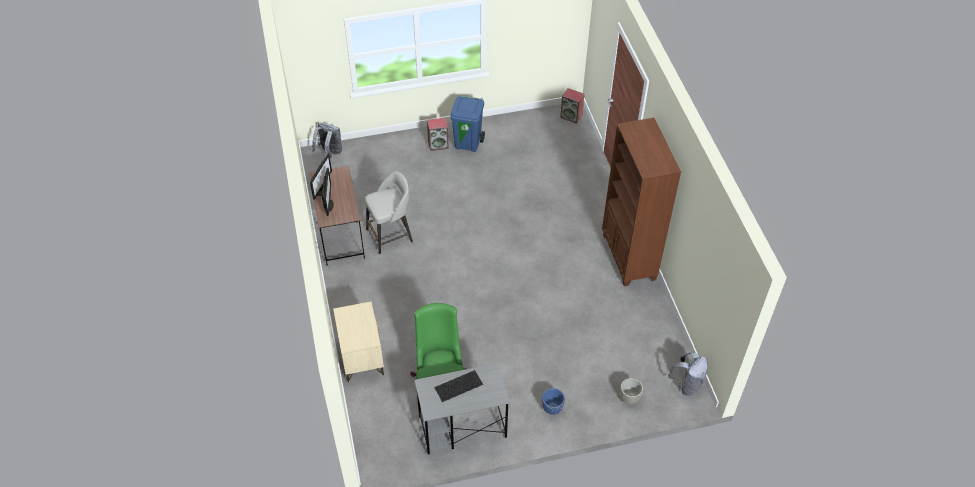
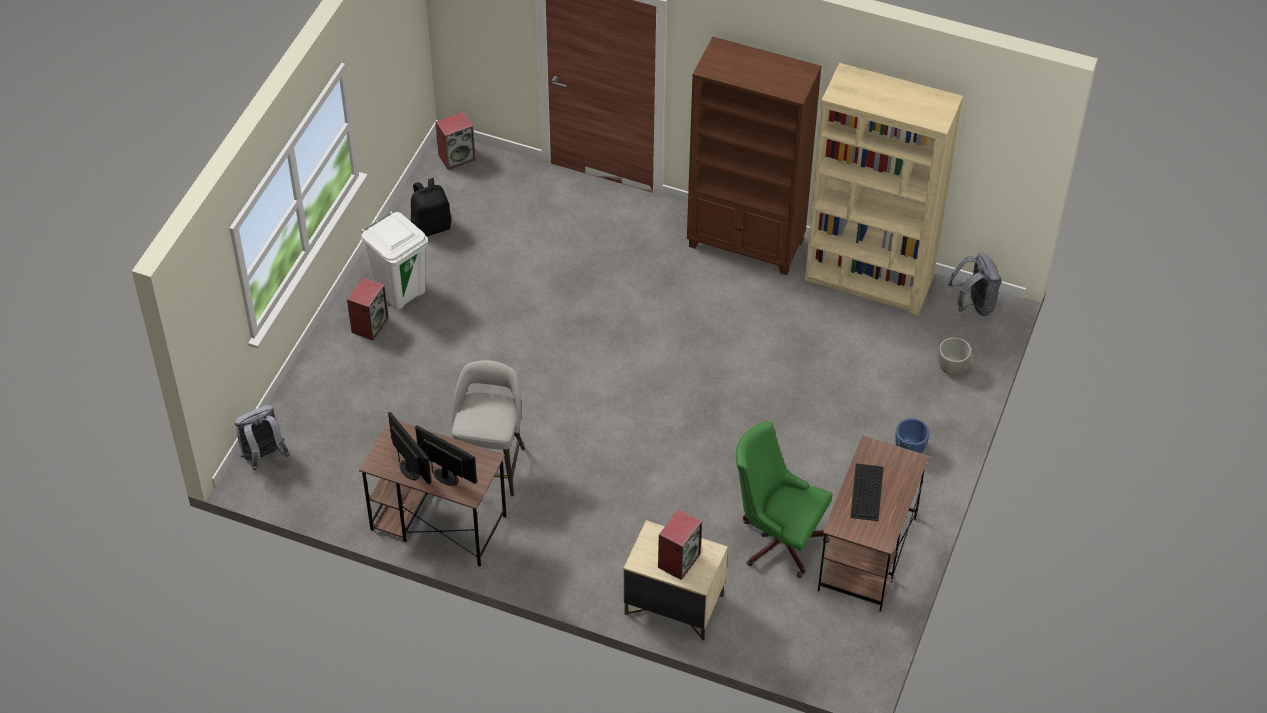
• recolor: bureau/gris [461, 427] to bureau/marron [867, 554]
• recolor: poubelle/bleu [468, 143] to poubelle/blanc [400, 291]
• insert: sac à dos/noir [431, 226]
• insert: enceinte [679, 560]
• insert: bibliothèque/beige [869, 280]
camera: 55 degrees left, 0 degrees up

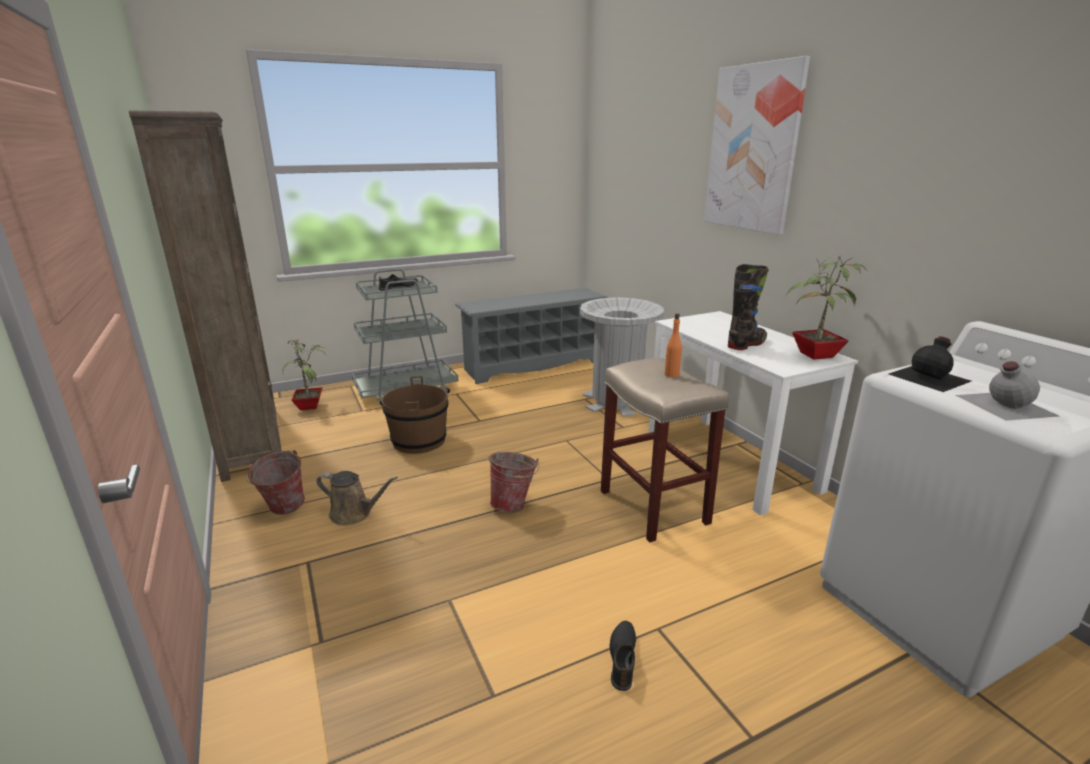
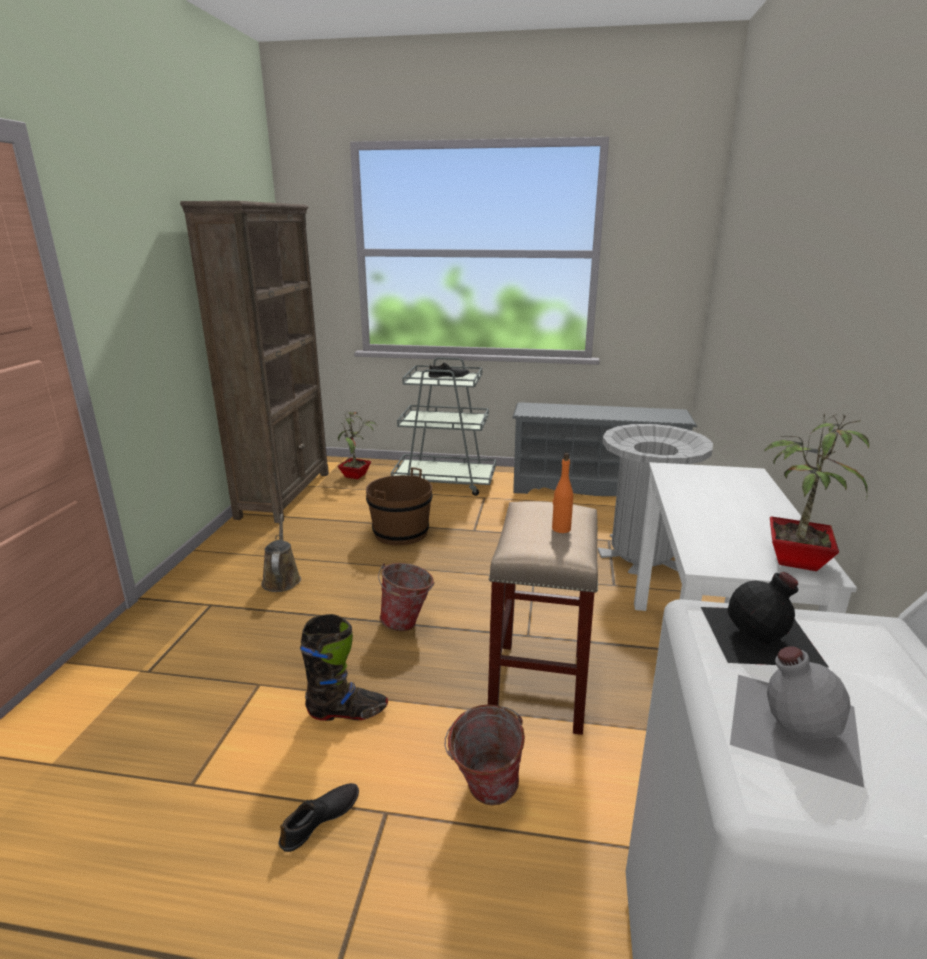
• move: seau [282, 510] to [484, 793]
• rotate: arrosoir/marron [354, 514] = [281, 579] 150 degrees counterclockwise
• delete: tableau [753, 149]
• move: botte/noir [746, 344] to [347, 712]
camera: 35 degrees right, 0 degrees up

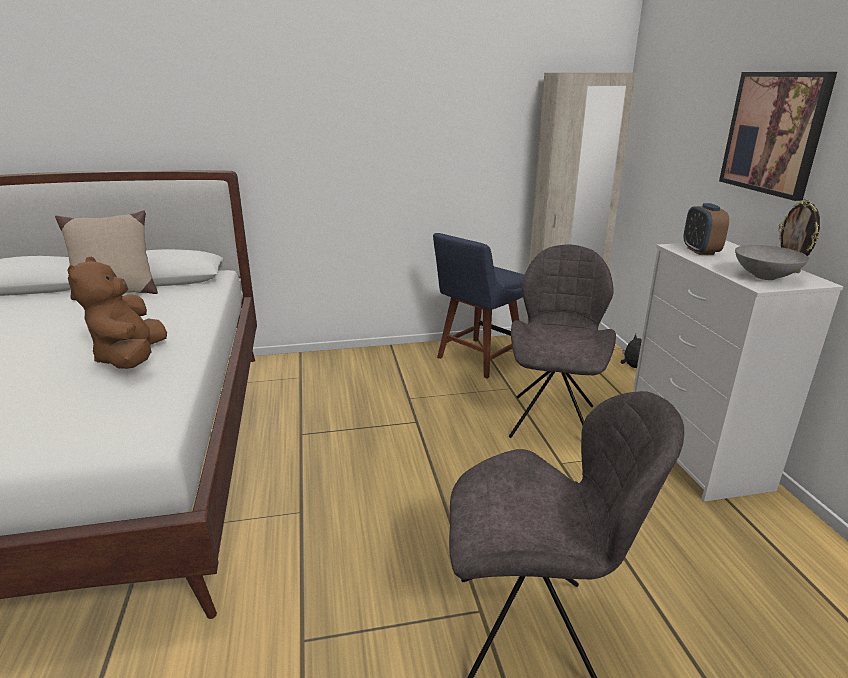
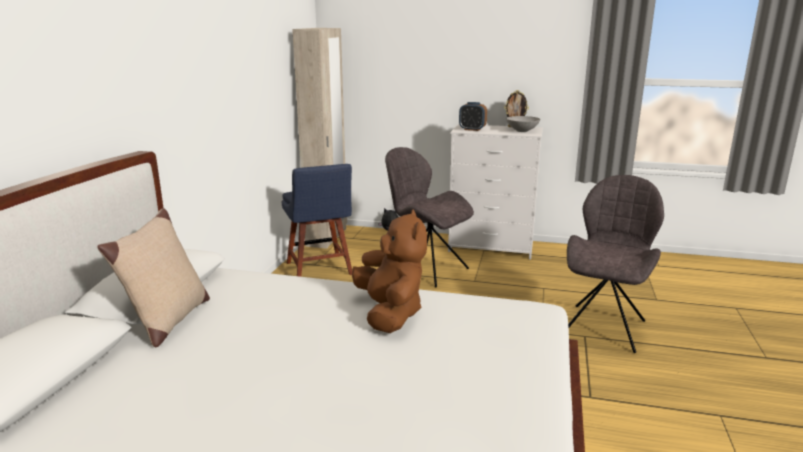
• rotate: peluche/marron [131, 359] = [390, 313] 120 degrees counterclockwise
• delete: tableau [774, 133]
camera: 65 degrees left, 5 degrees down

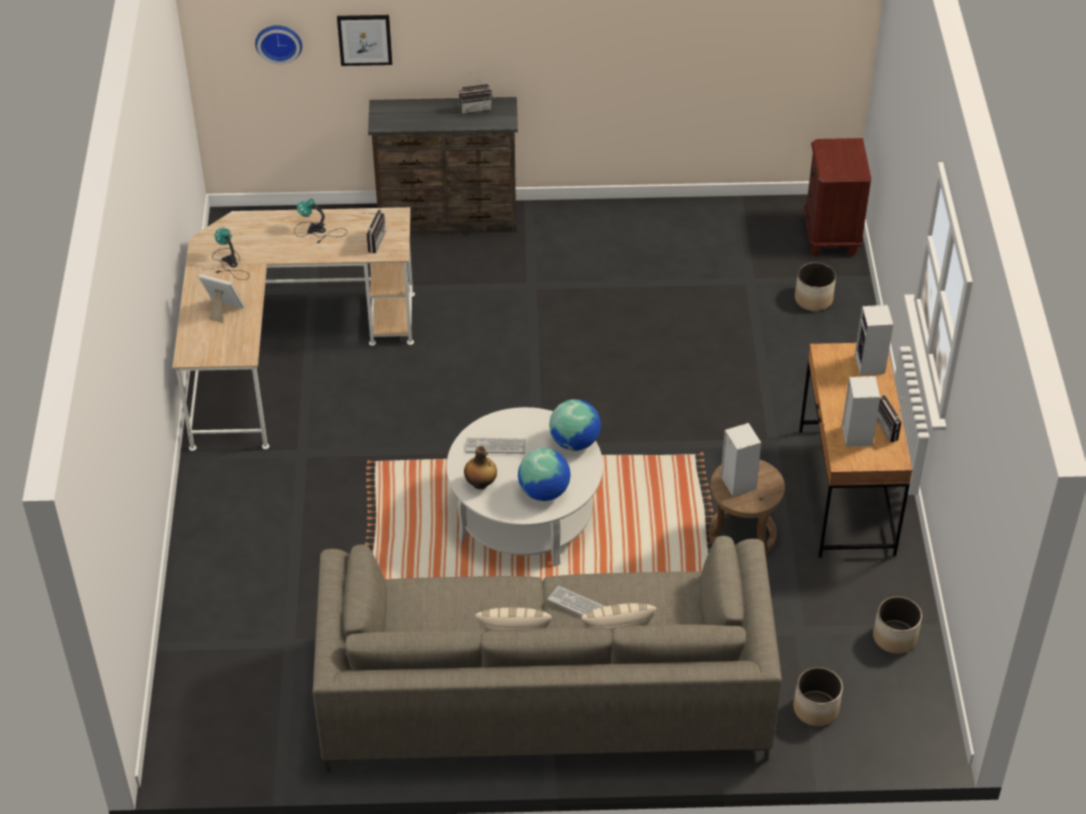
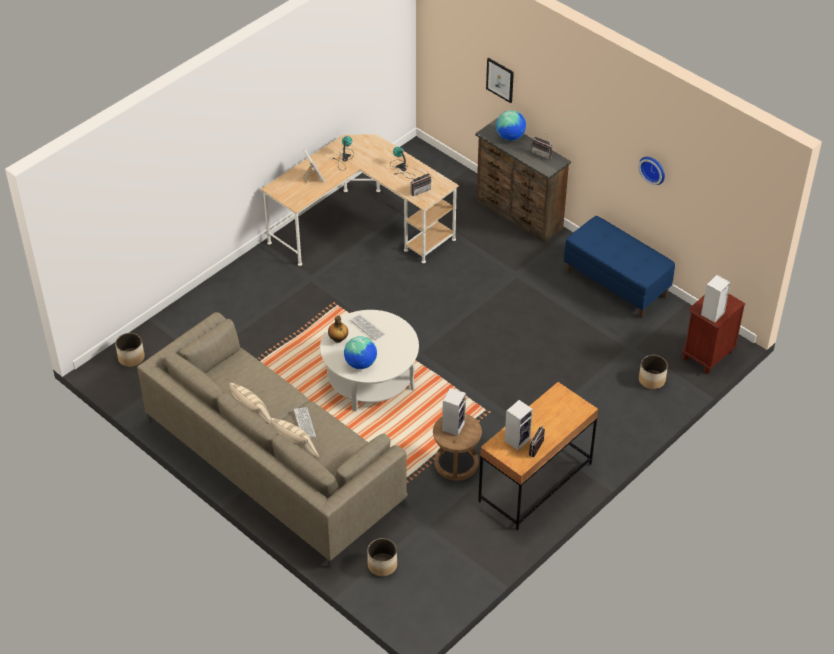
• move: horloge murale [279, 42] to [653, 169]
• move: globe [575, 442] to [510, 137]
• move: enceinte [870, 365] to [712, 314]
• move: cache-pot [894, 637] to [131, 358]
• insert: banc/bleu [616, 283]
camera: 45 degrees right, 0 degrees up

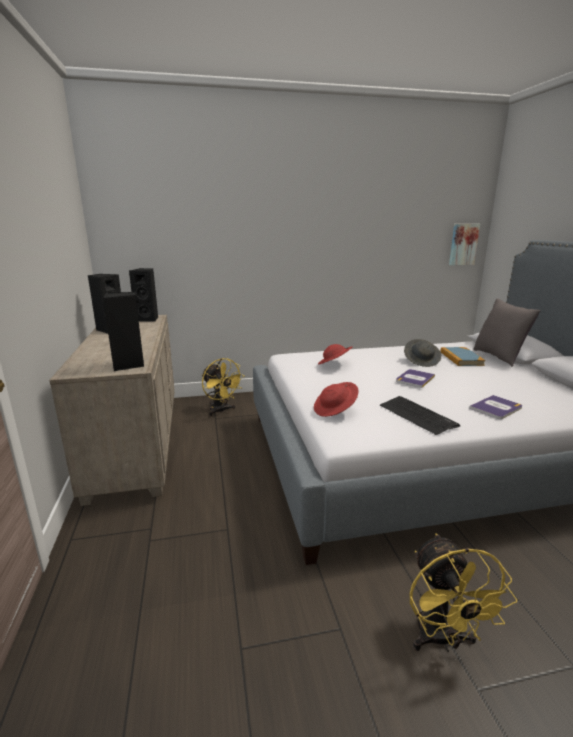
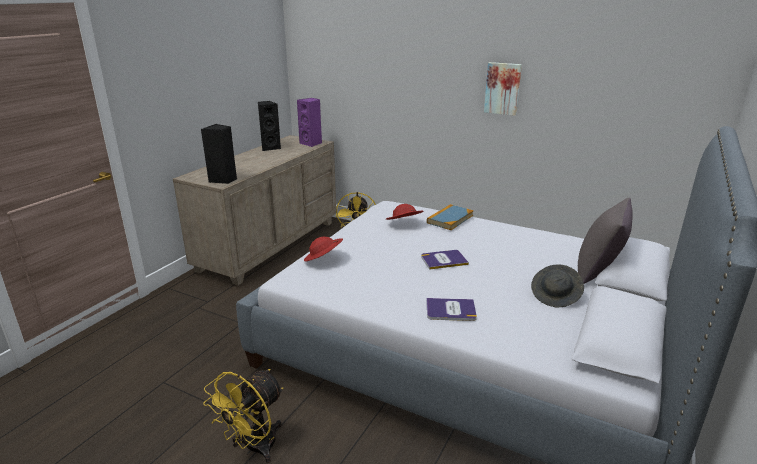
• recolor: enceinte/noir [148, 319] to enceinte/violet [311, 143]
• delete: clavier [417, 415]
• move: chapeau/gris [421, 361] to [556, 296]
• move: livre [461, 358] to [450, 219]
• move: tableau [463, 244] to [503, 88]
camera: 40 degrees right, 5 degrees up

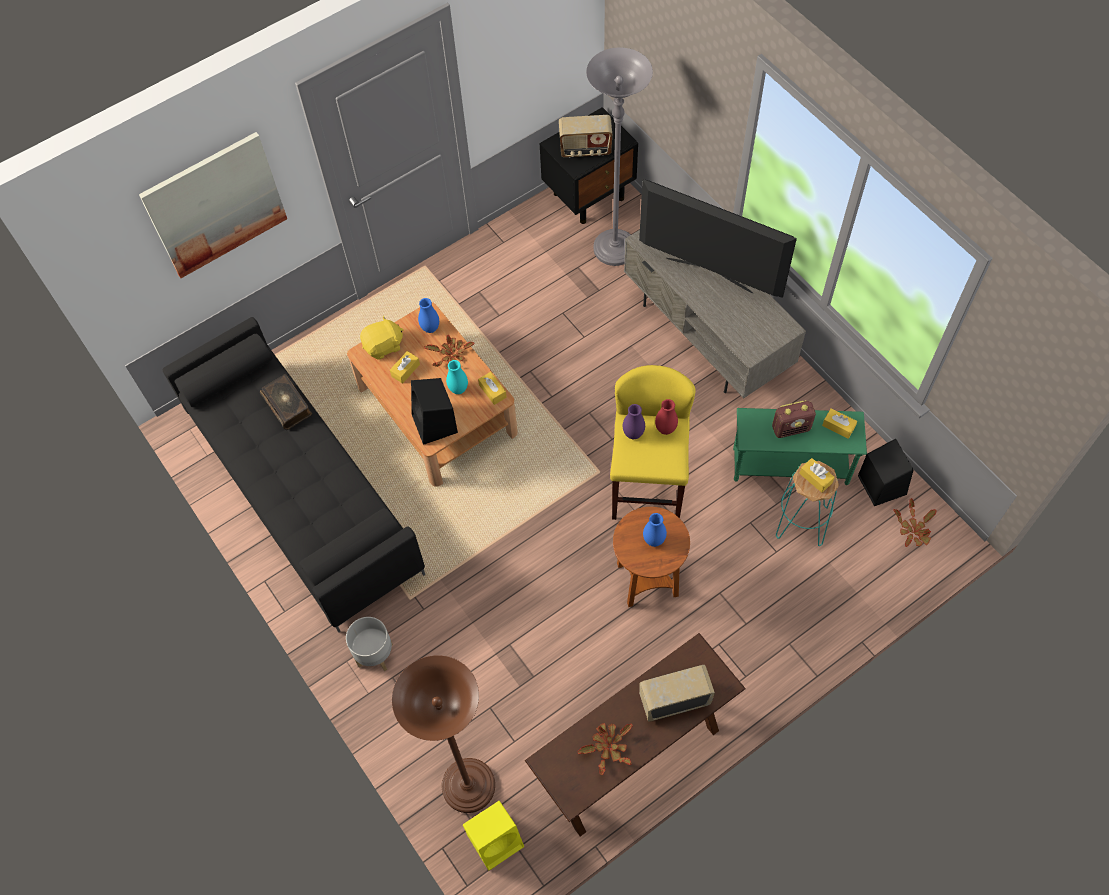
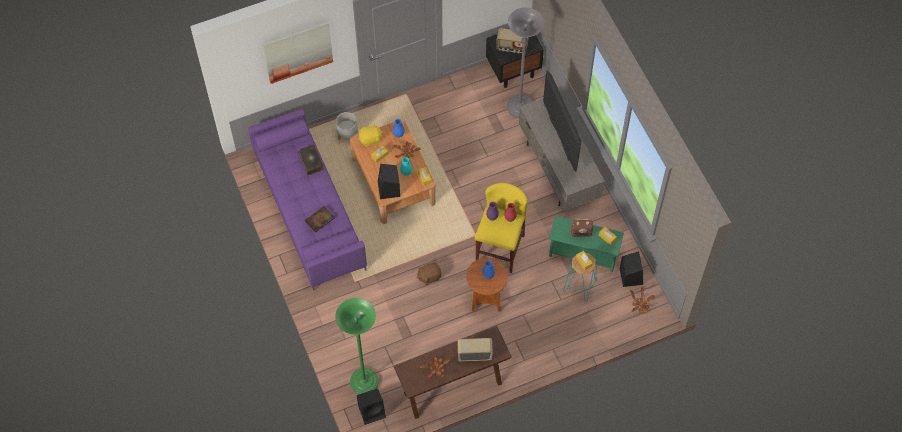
• recolor: canapé/noir [302, 492] to canapé/violet [308, 211]
• move: cache-pot/gris [374, 655] to [347, 136]
• recolor: lampadaire/marron [468, 786] to lampadaire/vert [364, 382]
• recolor: enceinte/jaune [496, 839] to enceinte/noir [372, 411]
• rotate: téléviseur [708, 276] = [560, 138] 150 degrees counterclockwise
• insert: livre [320, 219]
• insert: peluche/marron [429, 276]
camera: 10 degrees right, 0 degrees up

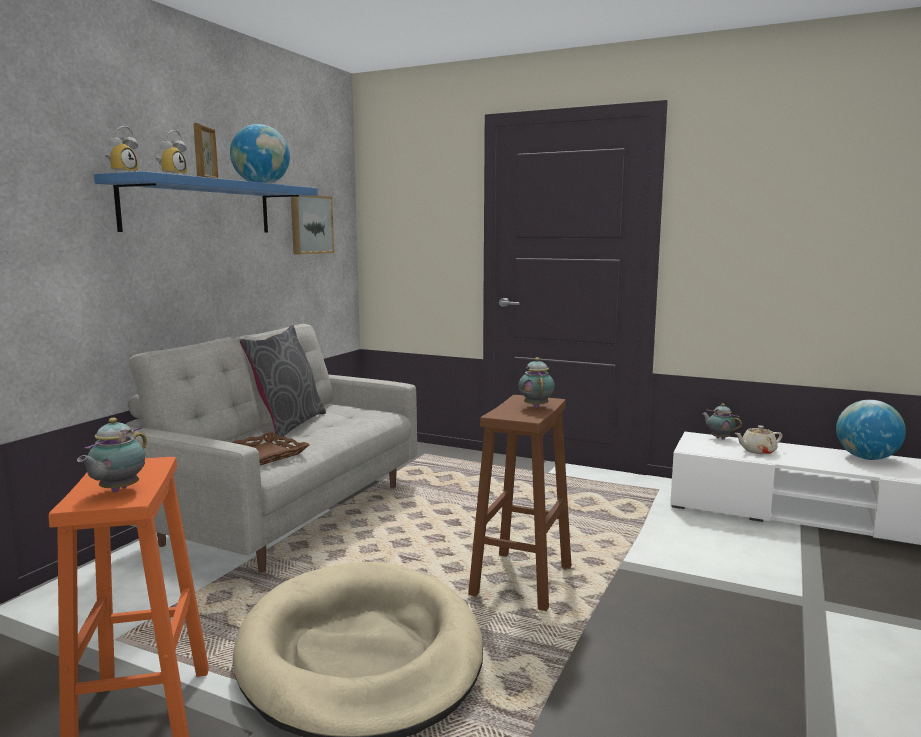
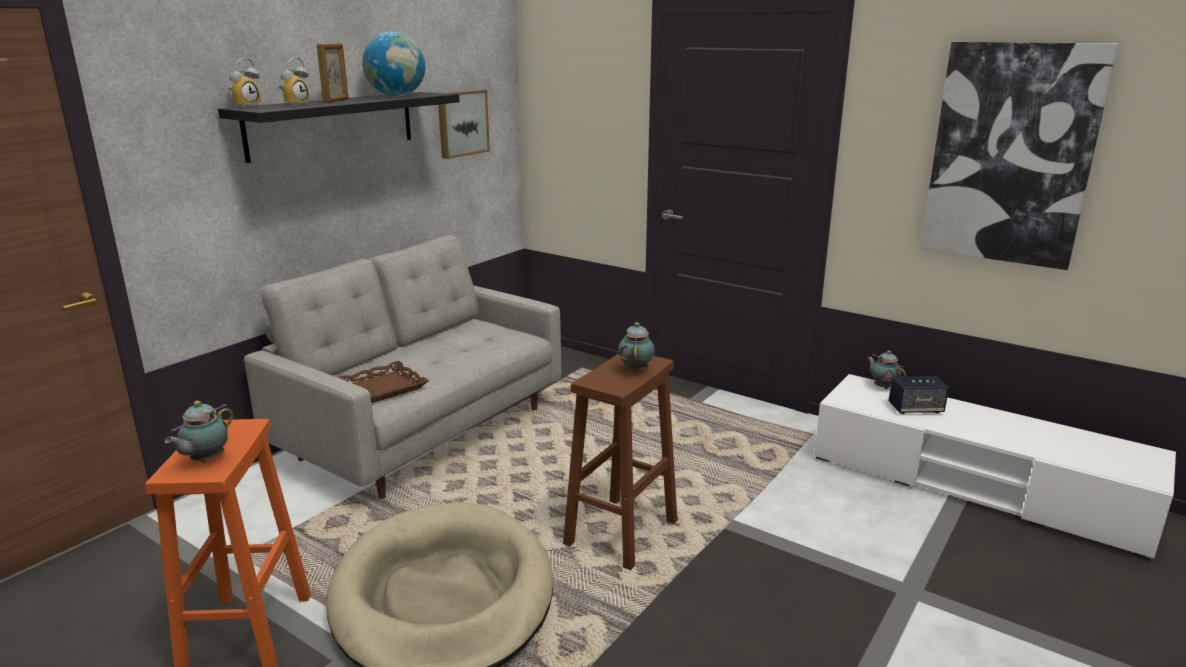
• recolor: étagère/bleu [199, 207] to étagère/noir [332, 124]
• delete: coussin/gris [288, 424]
• replace: théière/beige [757, 451] to enceinte [915, 409]
• delete: globe [866, 458]
• insert: tableau [1011, 154]
camera: 10 degrees right, 10 degrees up

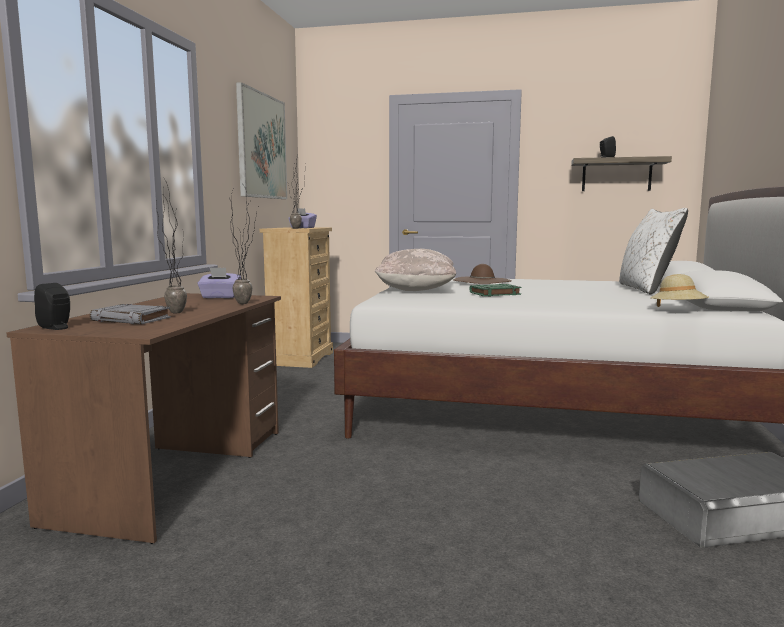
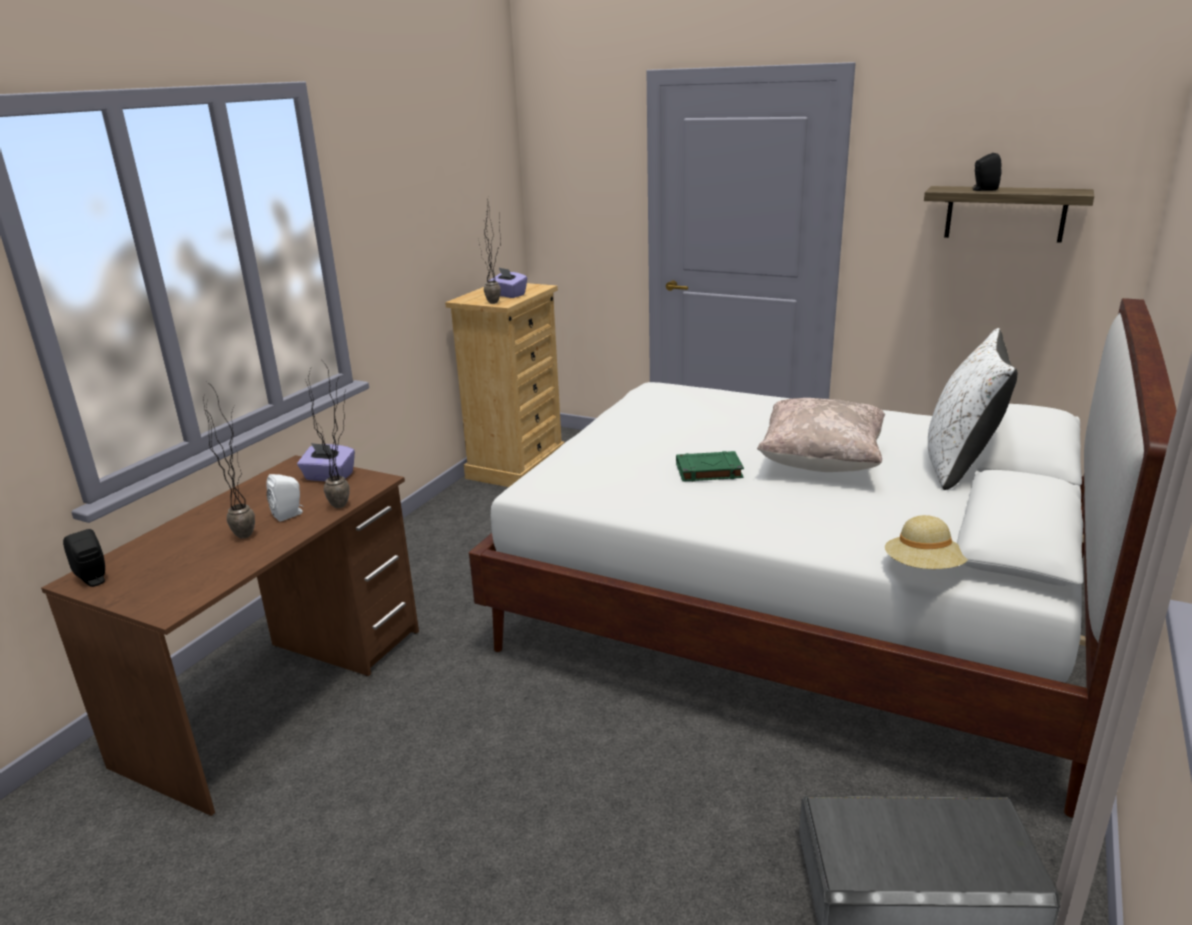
• delete: livre/gris [132, 319]
• delete: tableau [261, 146]
• move: coussin/beige [416, 290] to [821, 462]
• delete: chapeau/marron [482, 280]
• insert: enceinte/blanc [290, 514]
camera: 15 degrees right, 15 degrees up

